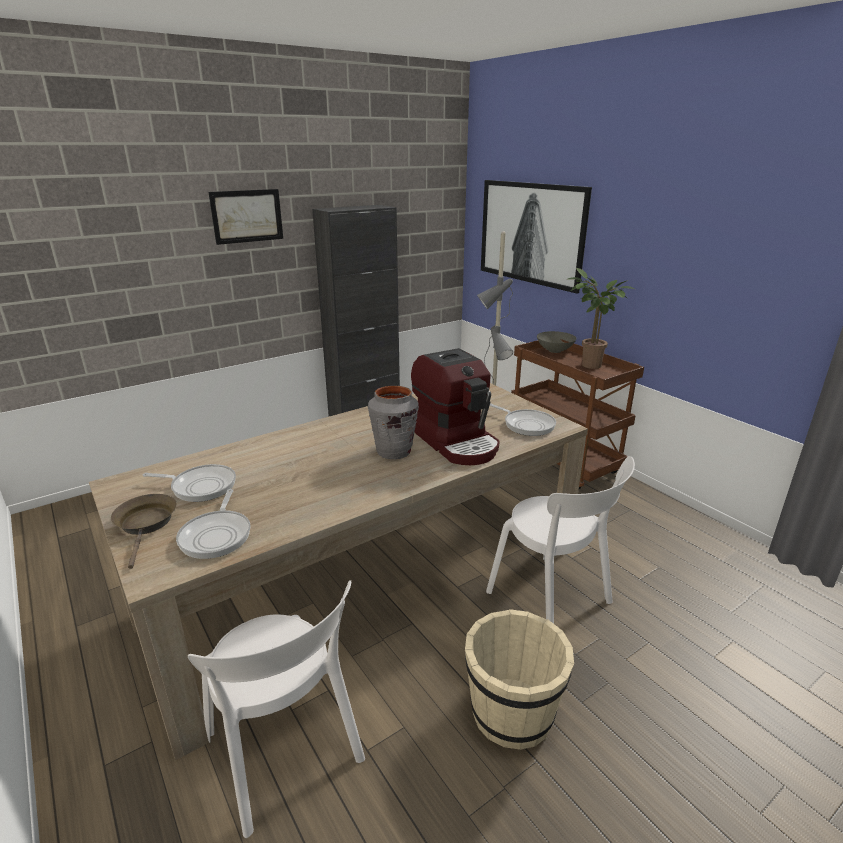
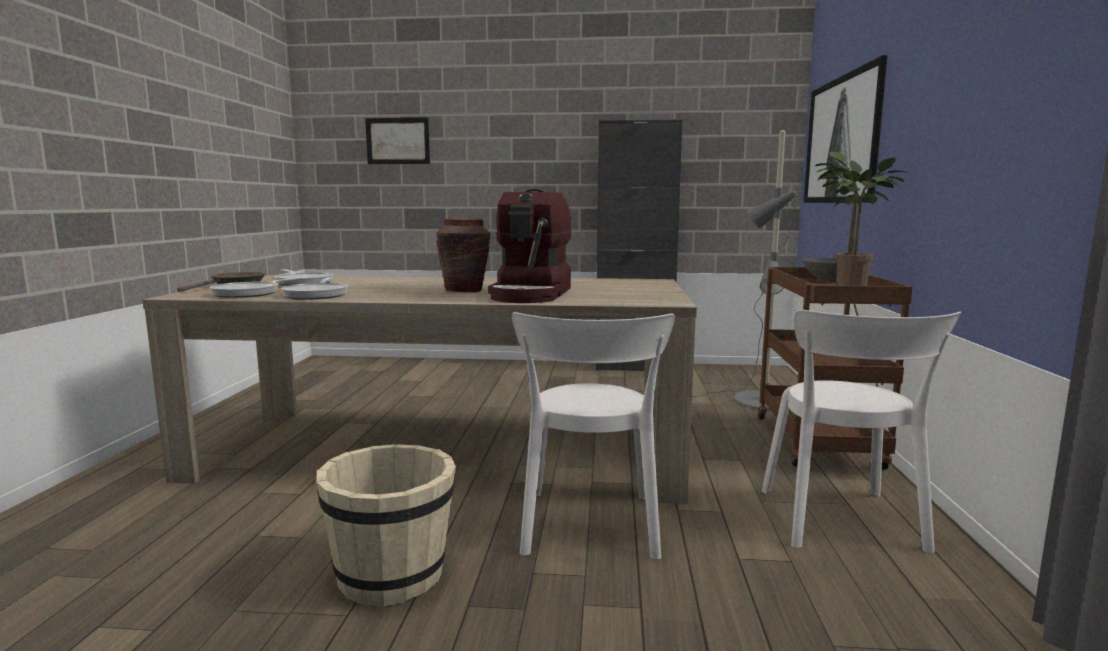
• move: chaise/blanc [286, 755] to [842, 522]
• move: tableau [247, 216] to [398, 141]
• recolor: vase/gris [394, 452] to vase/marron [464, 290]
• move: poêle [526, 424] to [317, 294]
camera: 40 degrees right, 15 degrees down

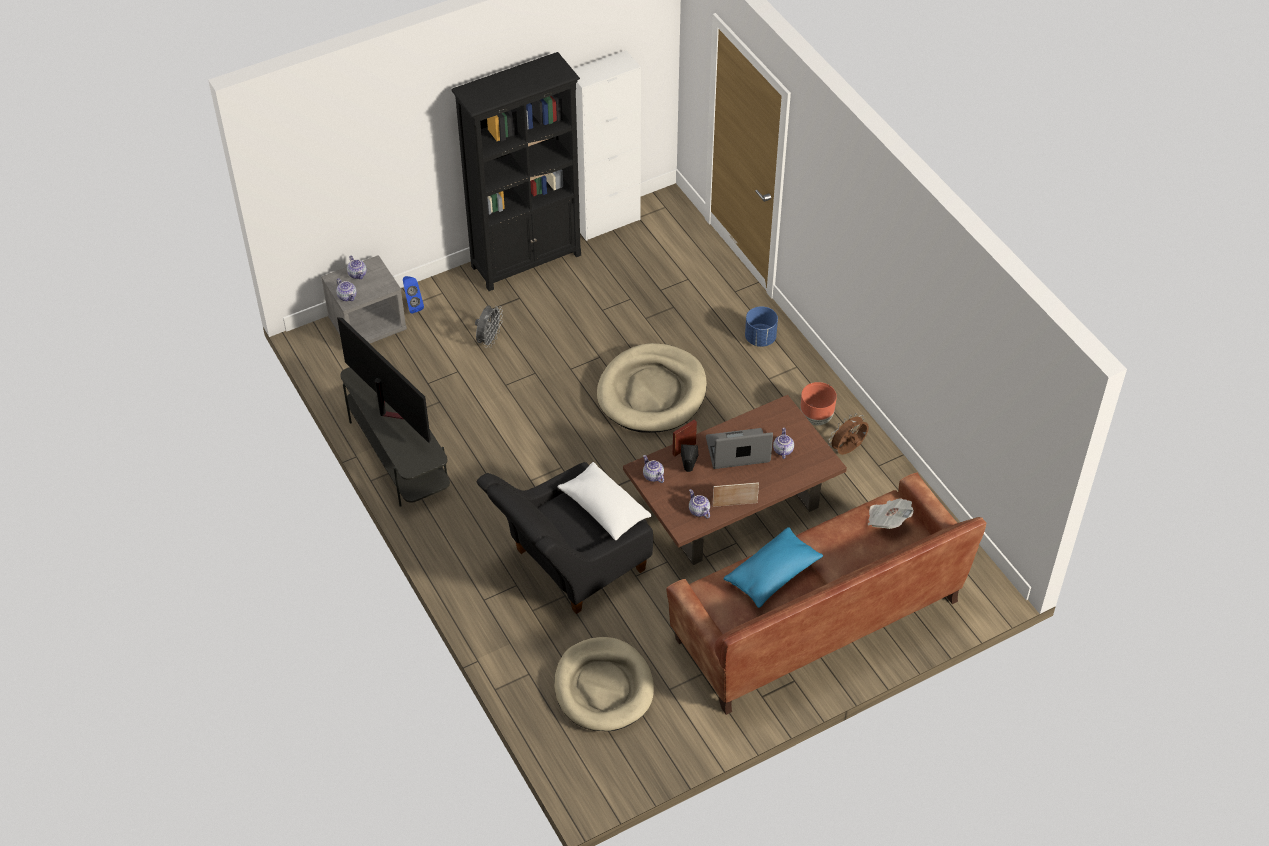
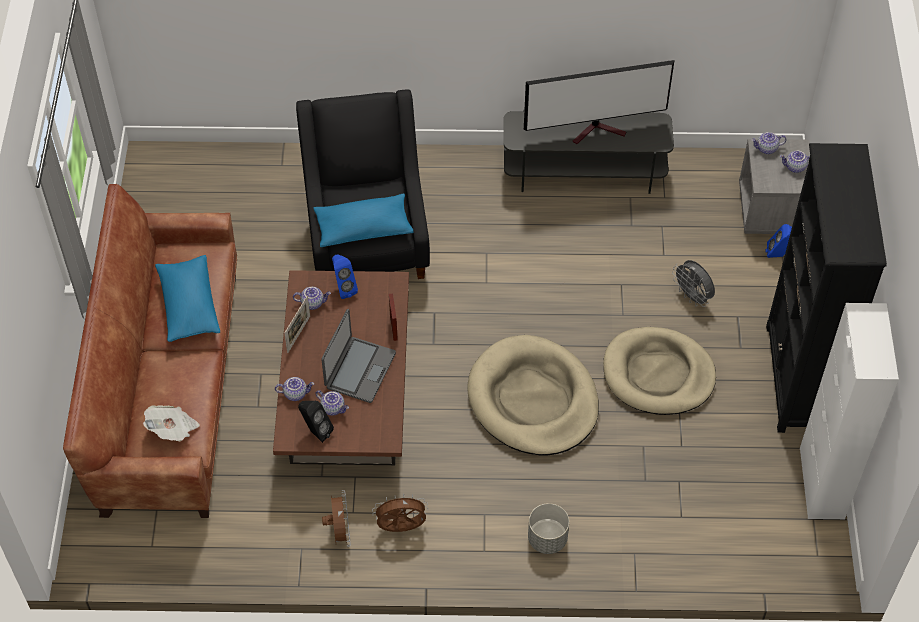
• move: panier pour chien/beige [603, 687] to [658, 374]
• recolor: coussin/blanc [604, 509] to coussin/bleu [363, 228]
• move: théière [652, 476] to [295, 393]
• move: enceinte/noir [688, 470] to [316, 431]
• recolor: cache-pot/bleu [760, 338] to cache-pot/gris [547, 539]
• replace: cache-pot/marron [816, 418] to ventilateur/marron [401, 528]
• insert: enceinte/bleu [343, 288]
camera: 120 degrees right, 5 degrees up

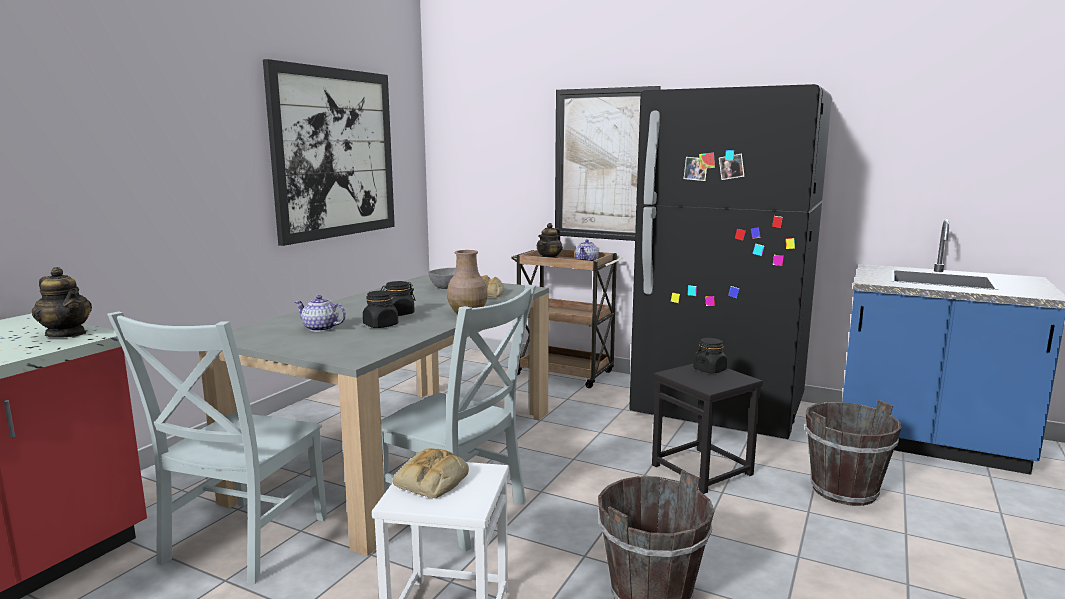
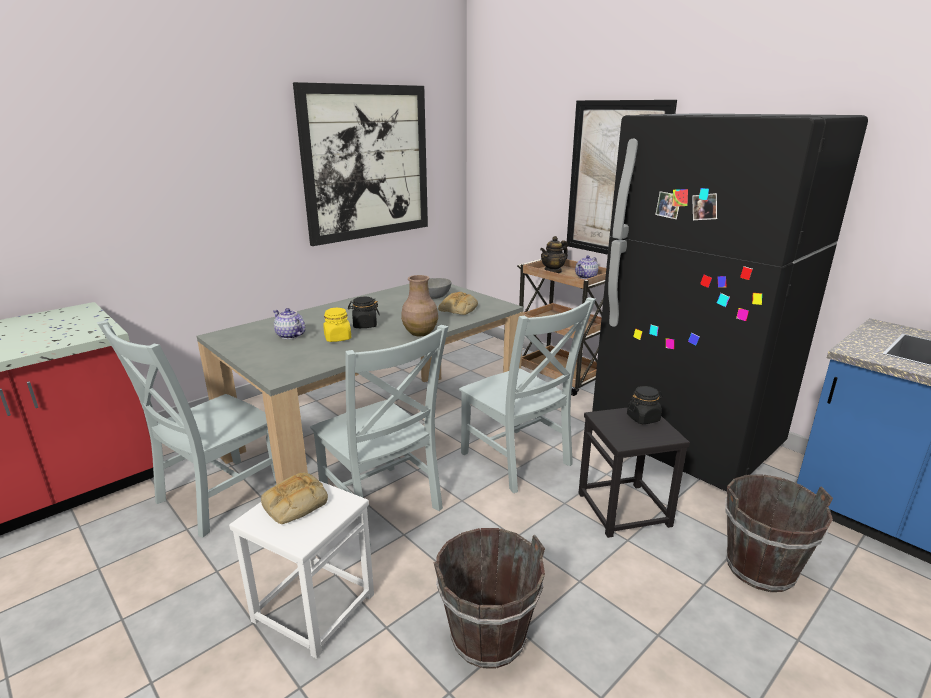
• delete: théière [66, 334]
• recolor: bocal/noir [381, 325] to bocal/jaune [338, 338]
• insert: chaise/gris [518, 461]
camera: 20 degrees right, 10 degrees up

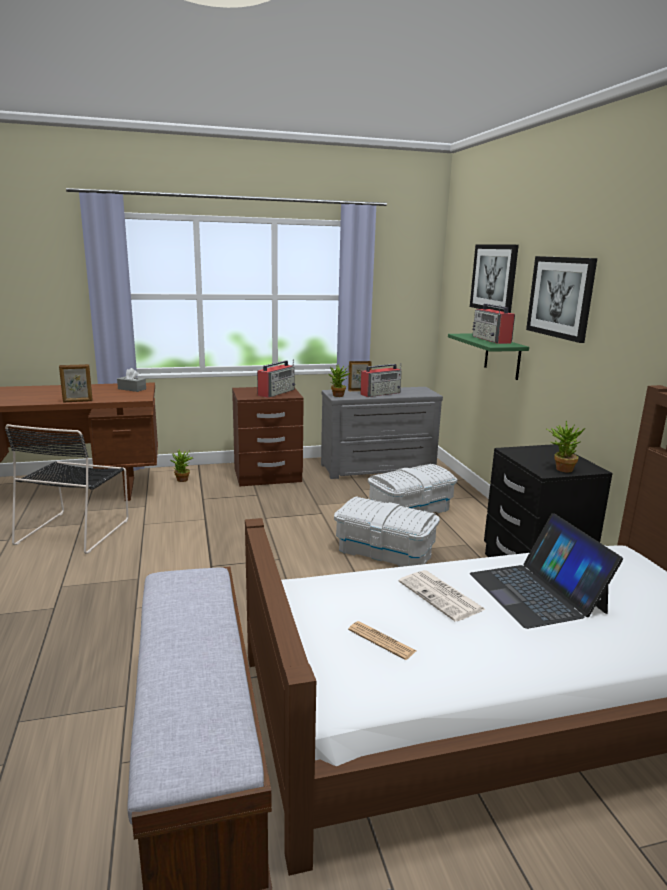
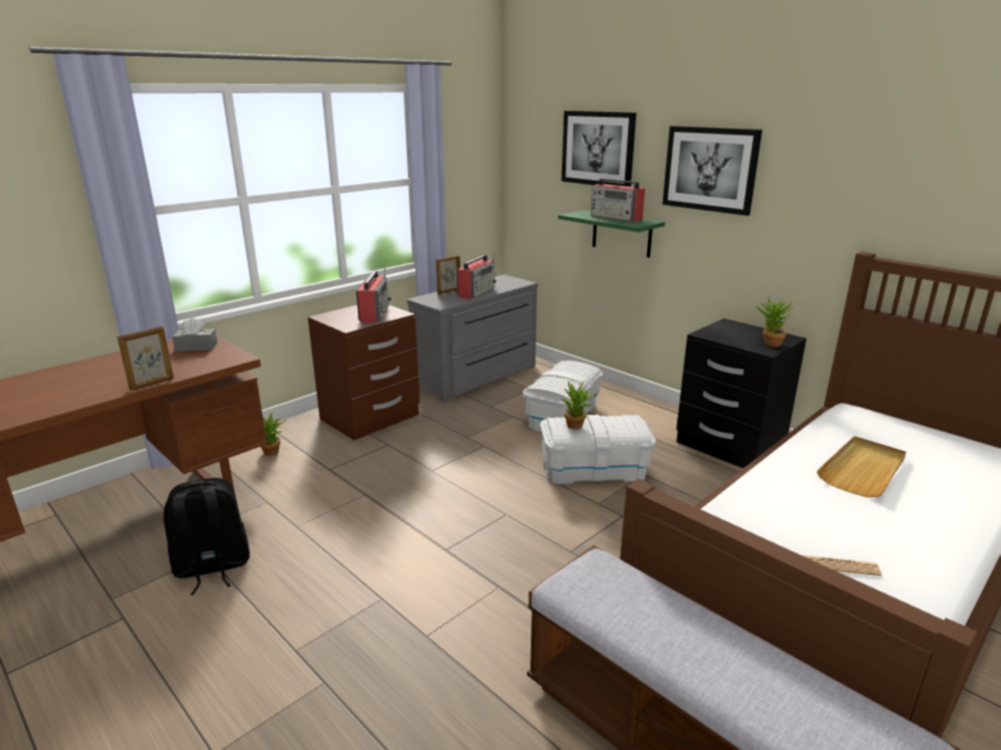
• replace: chaise/noir [75, 530] to sac à dos/noir [212, 567]
• move: plante en pot [338, 396] to [577, 427]
• delete: journal [442, 596]
• replace: ordinateur portable [537, 592] to plateau/beige [863, 470]
camera: 30 degrees left, 5 degrees up

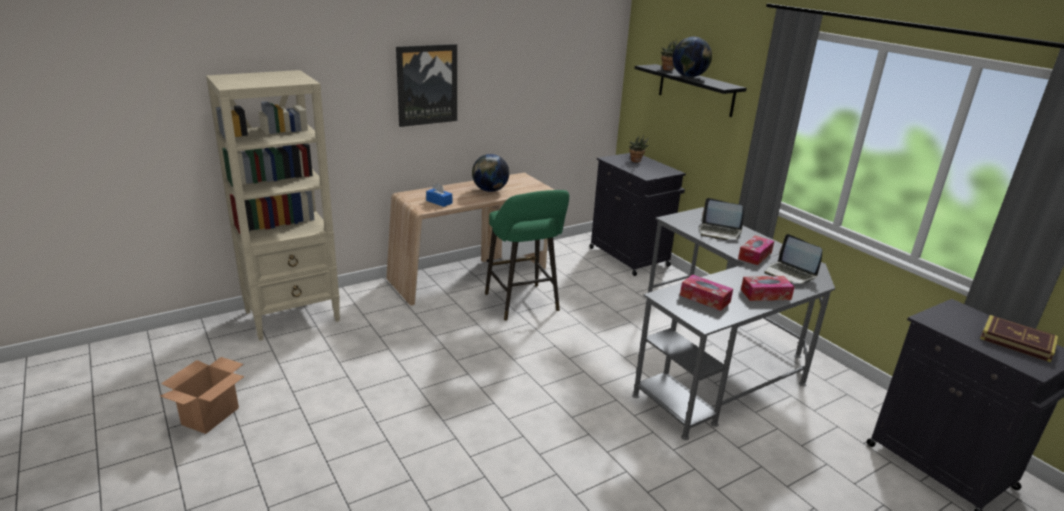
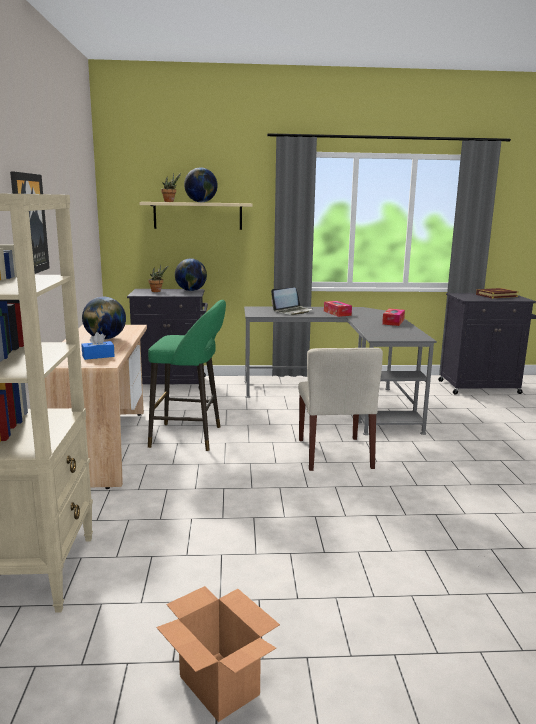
• recolor: étagère/noir [696, 90] to étagère/beige [198, 215]
• delete: boîte à mouchoirs [705, 298]
• delete: ordinateur portable [790, 274]
• insert: globe [191, 290]
• insert: chaise/beige [335, 453]
camera: 60 degrees left, 10 degrees down

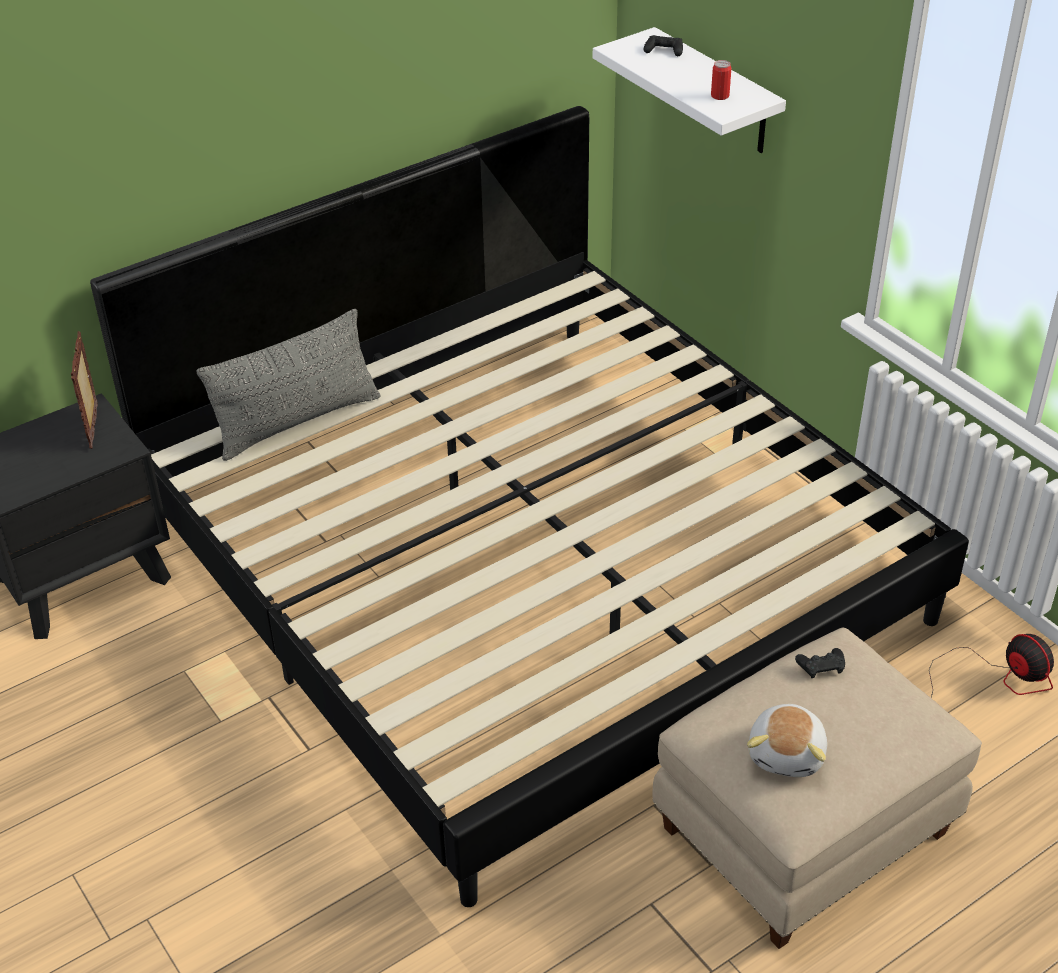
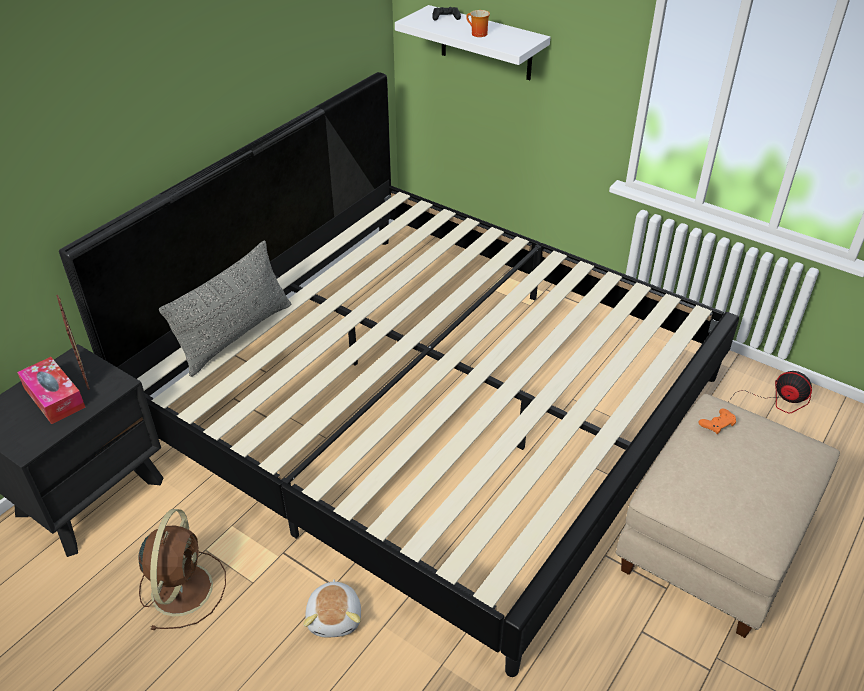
• delete: boîte métallique [720, 96]
• move: peluche [788, 753] to [335, 617]
• recolor: manette/noir [821, 666] to manette/orange [717, 424]
• insert: boîte à mouchoirs [54, 397]
• insert: ventilateur/marron [183, 587]
• insert: mug [477, 34]
camera: 20 degrees left, 0 degrees up

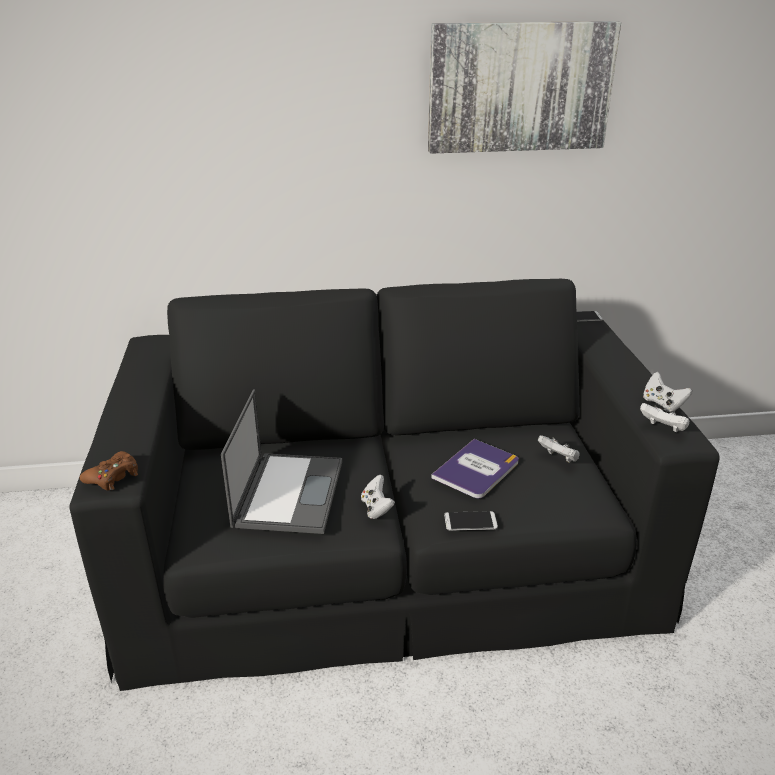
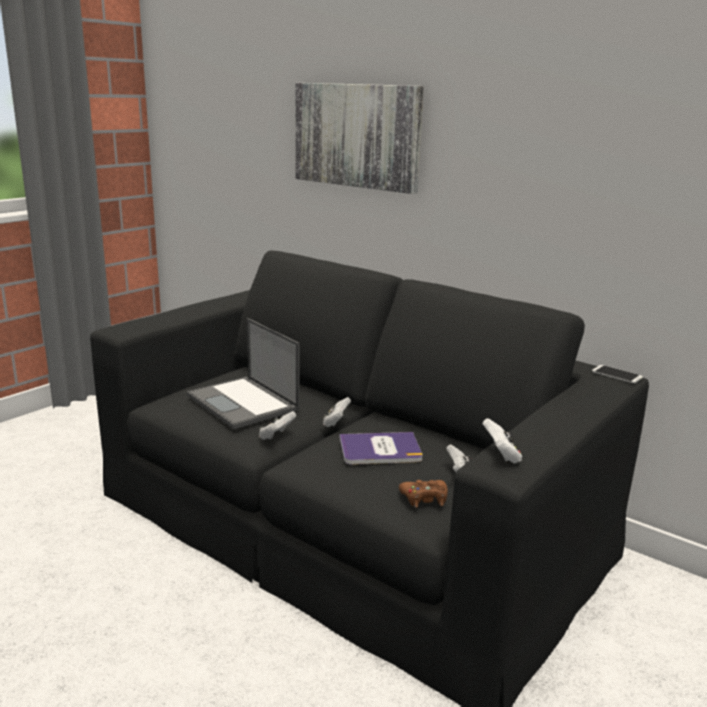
• move: manette/marron [113, 477] to [424, 498]
• rotate: ordinateur portable [289, 492] = [244, 403] 90 degrees clockwise
• move: tableau [519, 87] to [357, 135]
• delete: téléphone [470, 521]
• move: manette/blanc [662, 404] to [336, 422]
camera: 45 degrees right, 10 degrees down

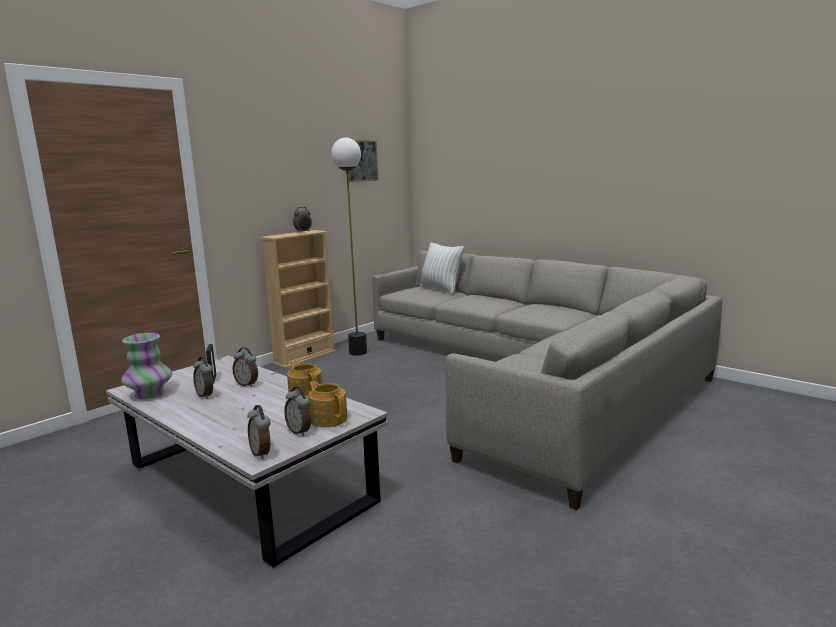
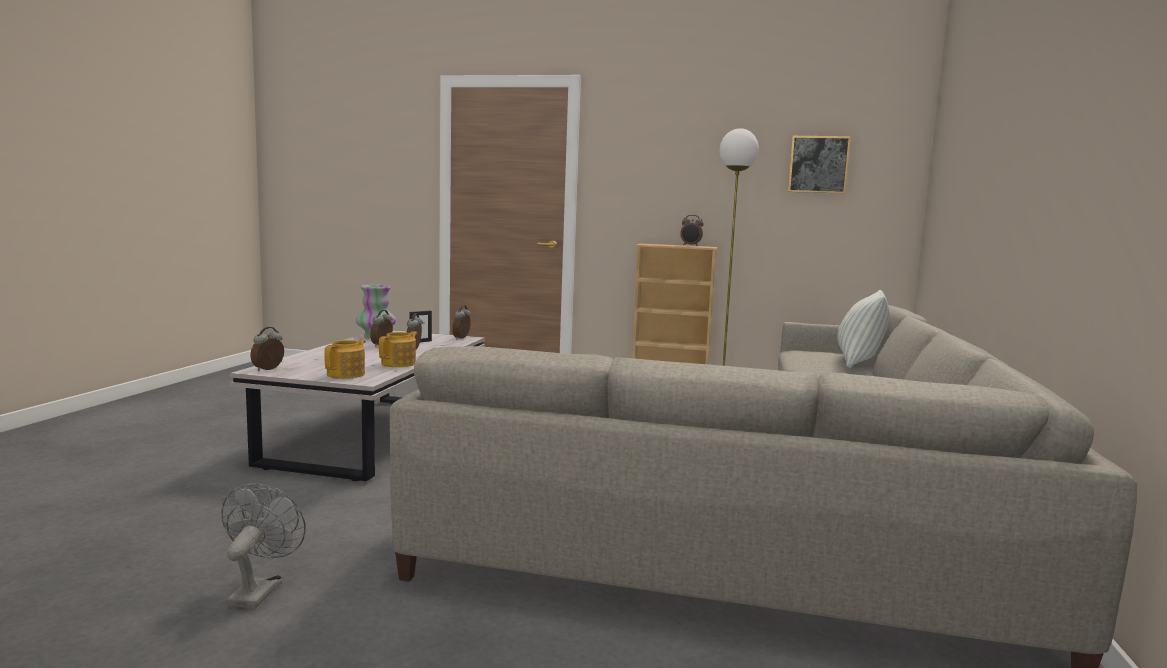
• move: réveil [300, 431] to [462, 338]
• insert: ventilateur/gris [259, 590]
camera: 60 degrees right, 5 degrees down

